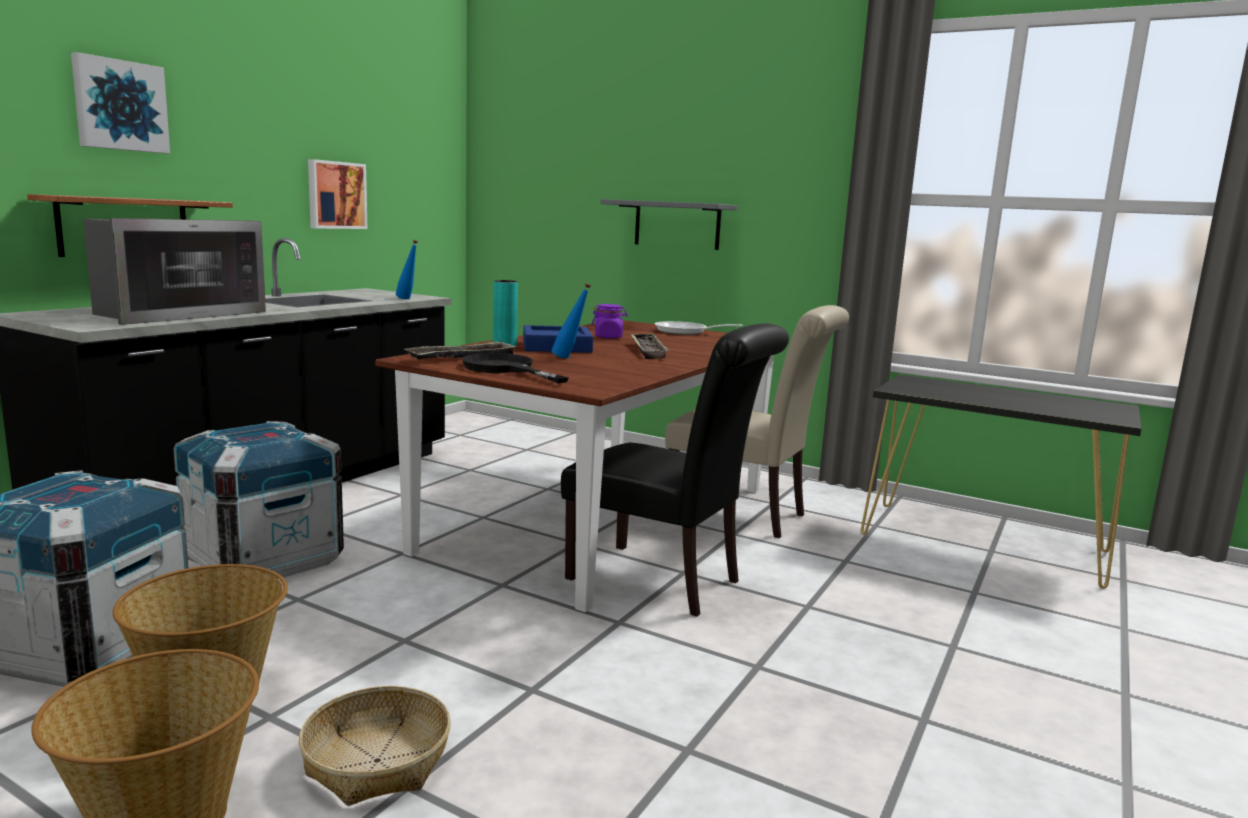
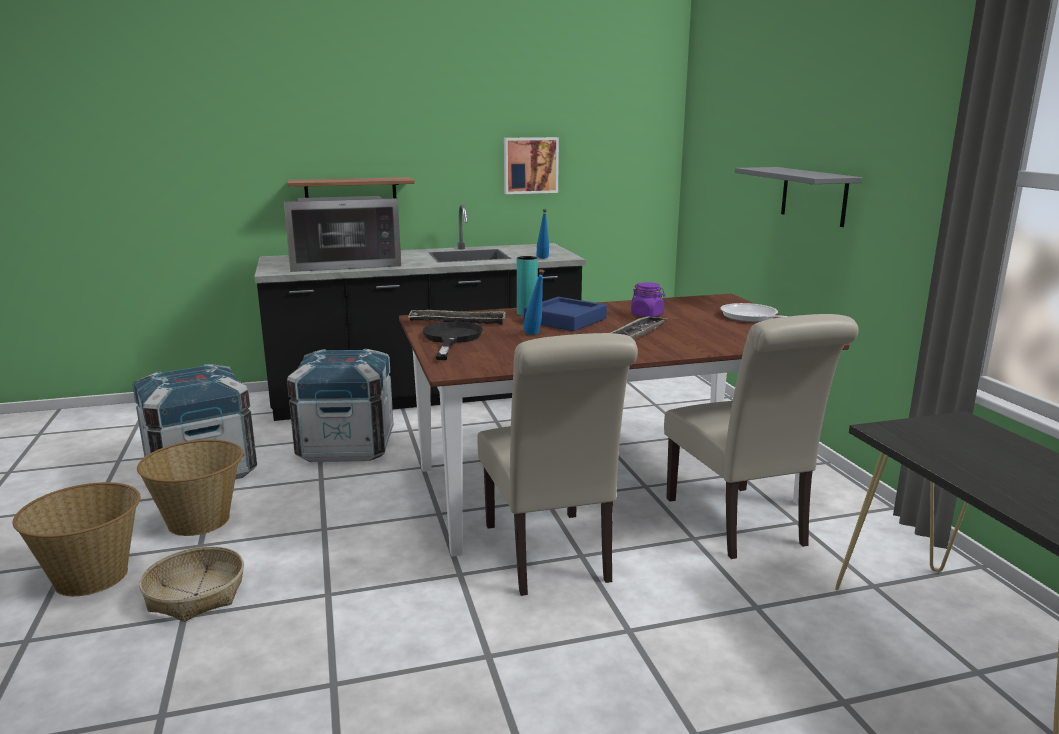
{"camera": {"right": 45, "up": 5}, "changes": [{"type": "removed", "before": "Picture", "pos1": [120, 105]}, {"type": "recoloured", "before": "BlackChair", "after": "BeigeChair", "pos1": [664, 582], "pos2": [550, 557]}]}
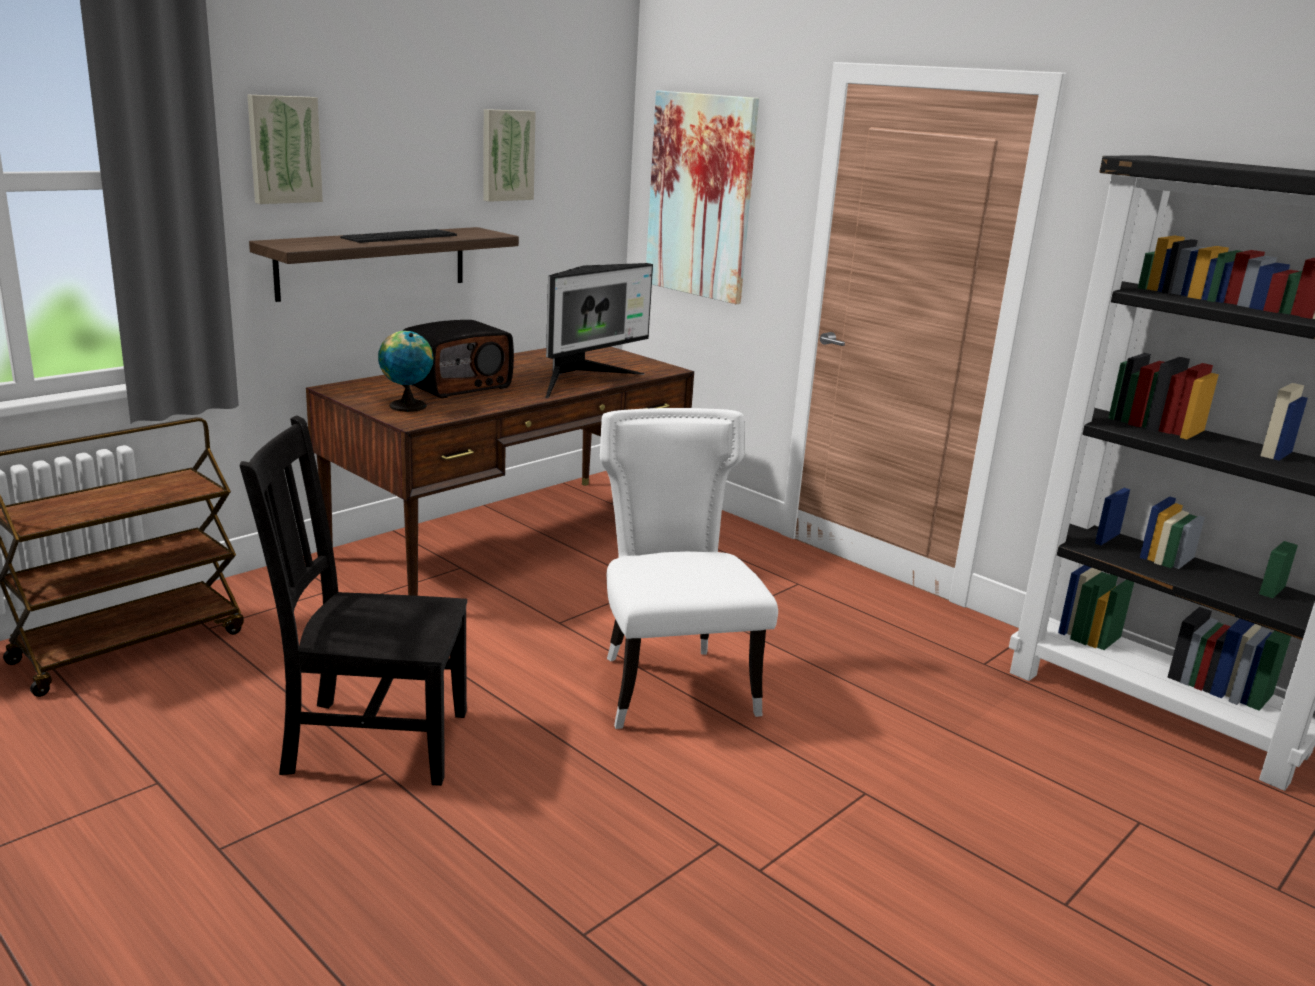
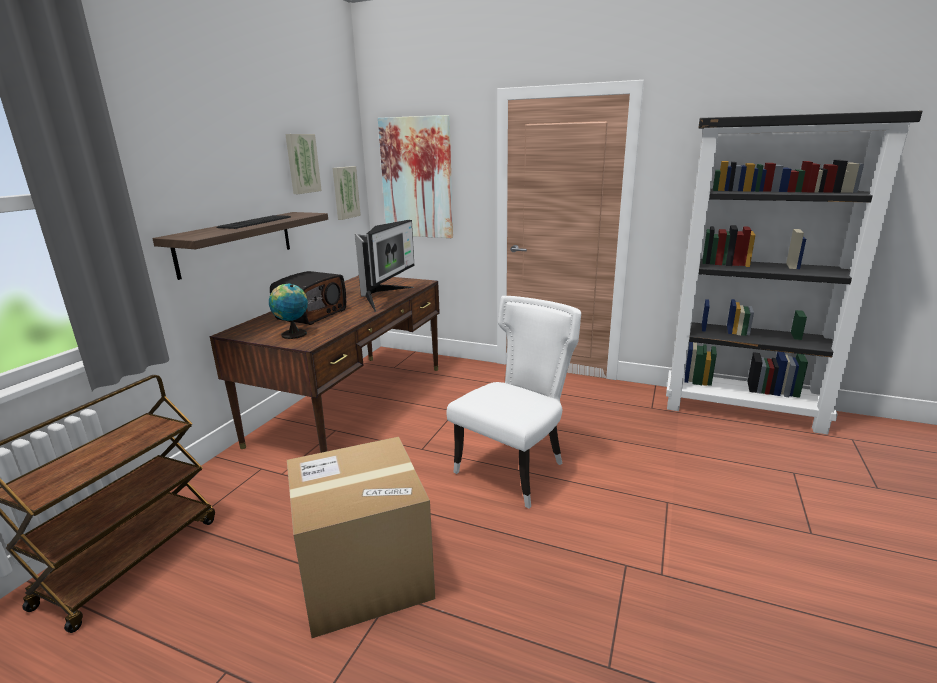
{"camera": {"right": -20, "up": 0}, "changes": [{"type": "moved", "before": "Picture", "pos1": [283, 149], "pos2": [345, 192]}, {"type": "turned", "before": "WhiteChair", "pos1": [672, 684], "pos2": [515, 468], "turn": 75}, {"type": "replaced", "before": "BlackChair", "after": "CardboardBox", "pos1": [370, 740], "pos2": [364, 573]}]}
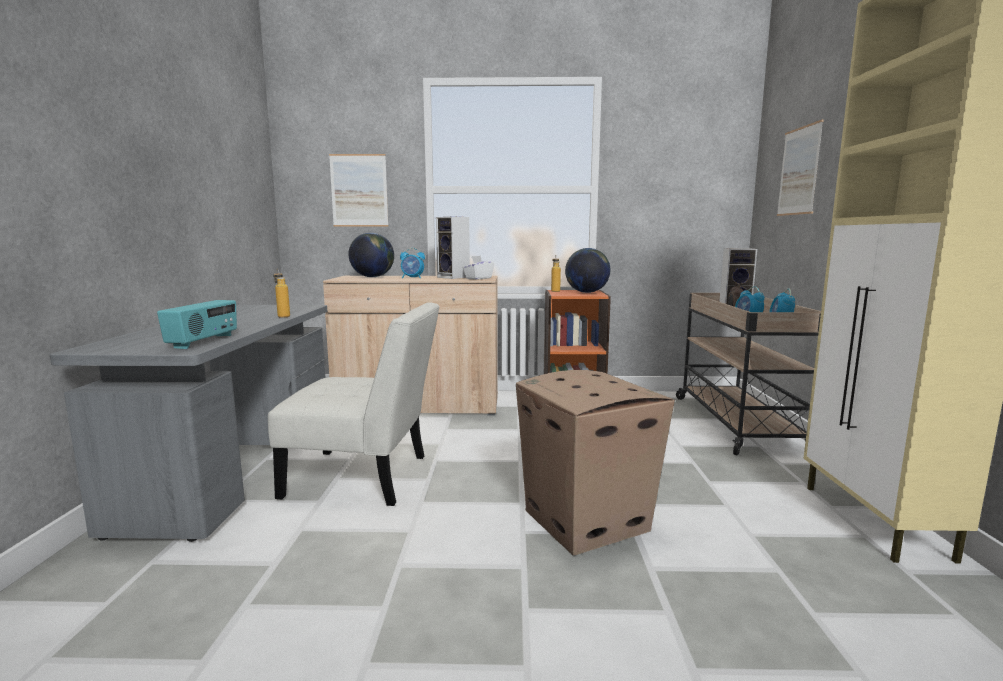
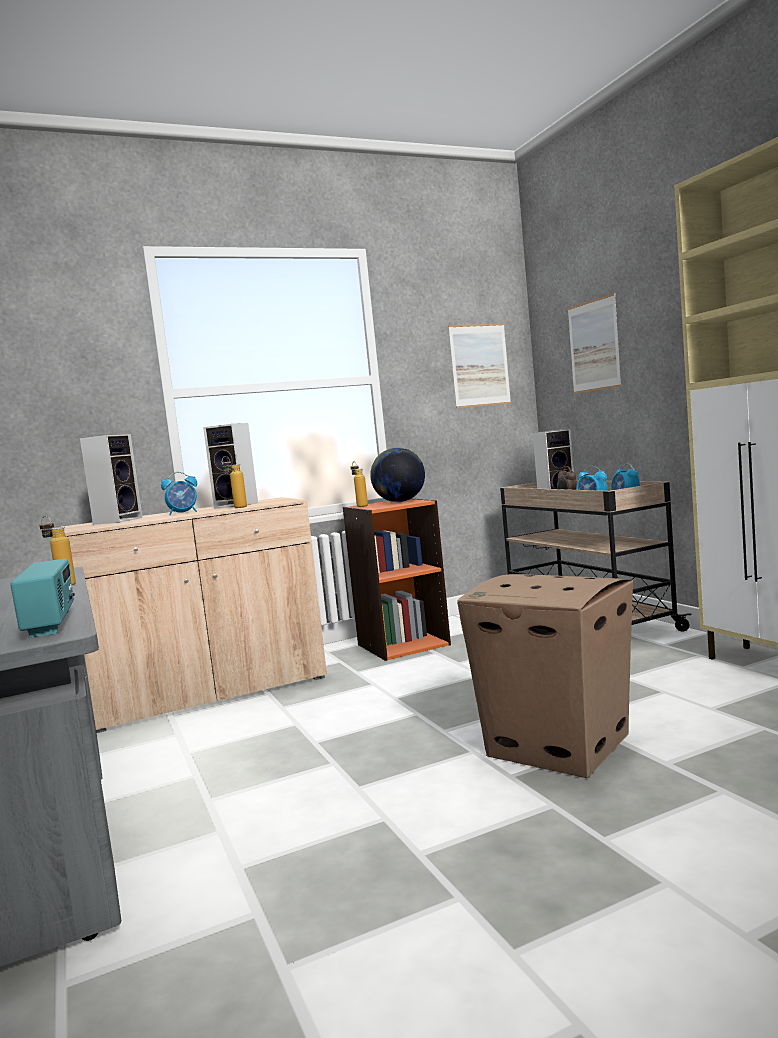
{"camera": {"right": -25, "up": -5}, "changes": [{"type": "moved", "before": "Picture", "pos1": [359, 190], "pos2": [480, 365]}, {"type": "replaced", "before": "Globe", "after": "Speaker", "pos1": [372, 277], "pos2": [118, 521]}, {"type": "removed", "before": "WhiteTissueBox", "pos1": [478, 278]}, {"type": "removed", "before": "WhiteChair", "pos1": [365, 477]}, {"type": "added", "after": "Bottle", "pos2": [236, 508]}]}
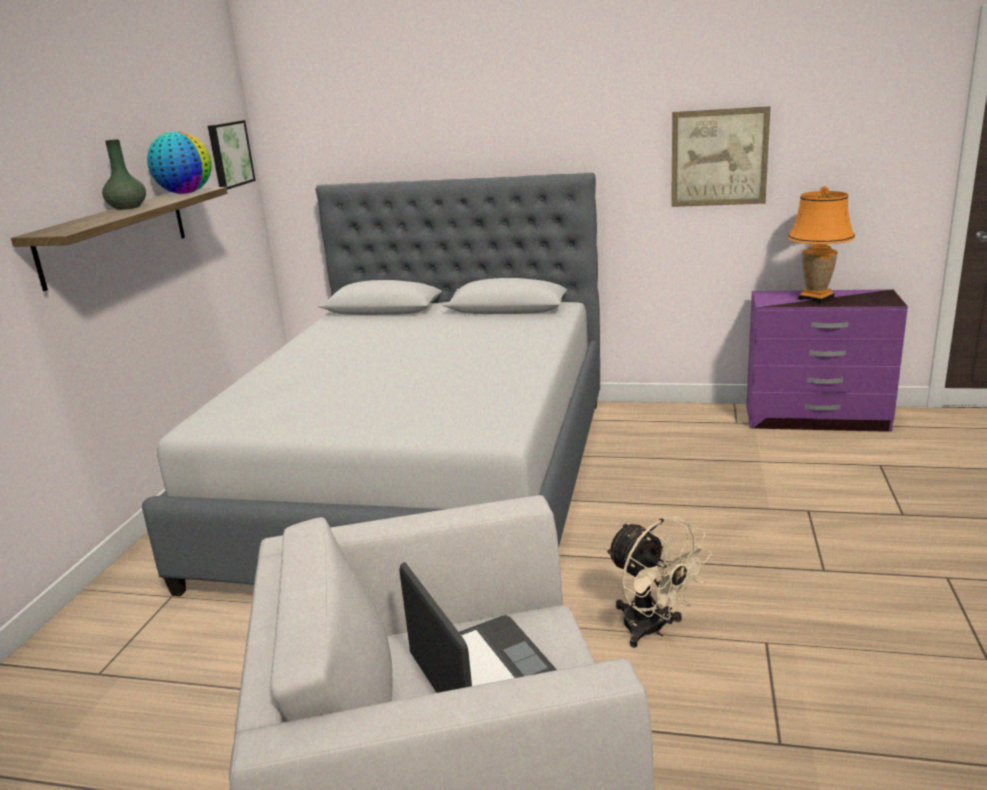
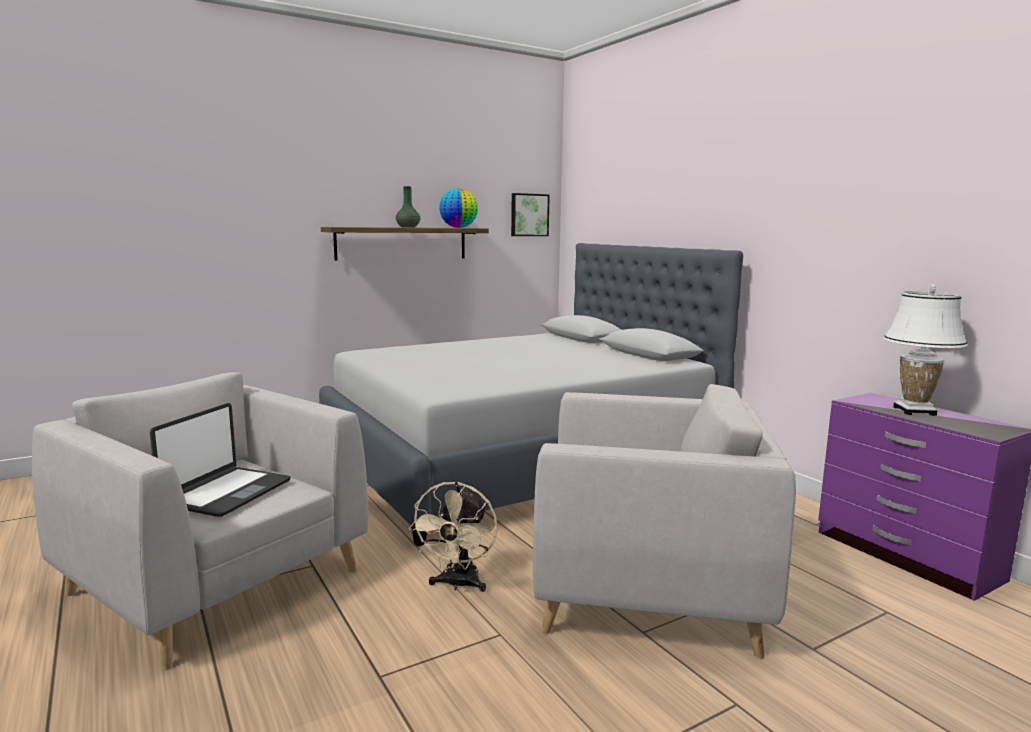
{"camera": {"right": 45, "up": -10}, "changes": [{"type": "removed", "before": "Picture", "pos1": [719, 157]}, {"type": "recoloured", "before": "OrangeTableLamp", "after": "WhiteTableLamp", "pos1": [815, 298], "pos2": [914, 411]}, {"type": "added", "after": "GreyArmchair", "pos2": [648, 585]}]}
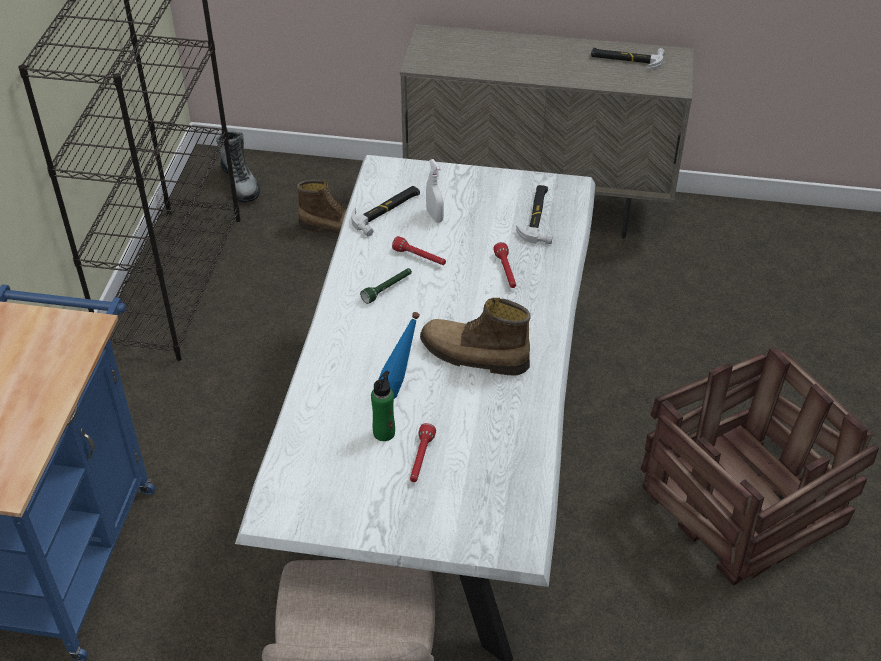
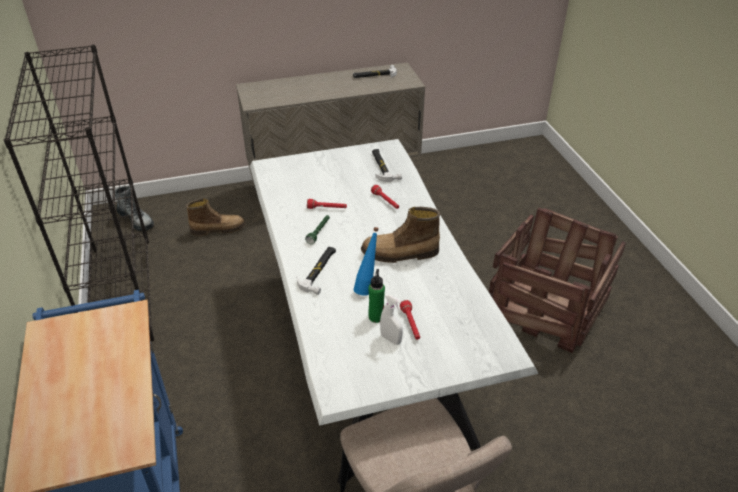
{"camera": {"right": -25, "up": -5}, "changes": [{"type": "moved", "before": "WhiteSprayBottle", "pos1": [434, 216], "pos2": [391, 339]}, {"type": "moved", "before": "Hammer", "pos1": [387, 211], "pos2": [319, 271]}]}
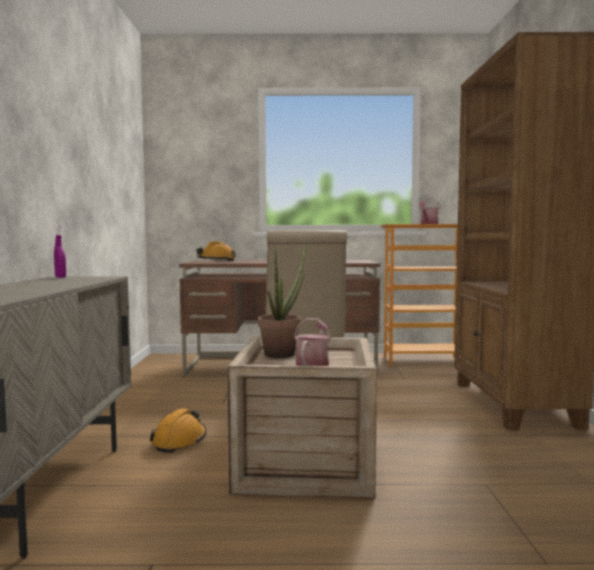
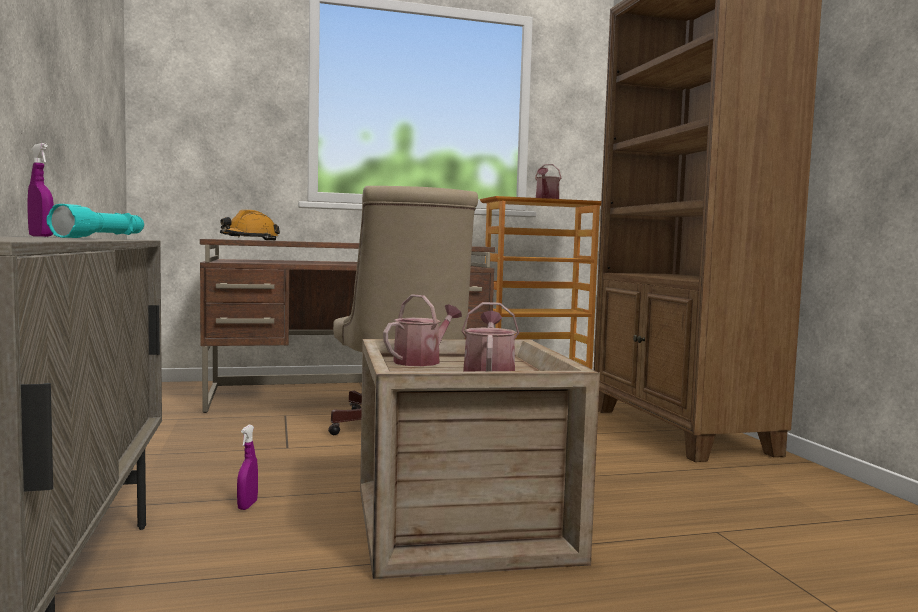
{"camera": {"right": -15, "up": 0}, "changes": [{"type": "replaced", "before": "PottedPlant", "after": "WateringCan", "pos1": [283, 353], "pos2": [421, 361]}, {"type": "replaced", "before": "OrangeHardHat", "after": "PurpleSprayBottle", "pos1": [179, 441], "pos2": [247, 505]}, {"type": "added", "after": "TurquoiseFlashlight", "pos2": [103, 238]}]}
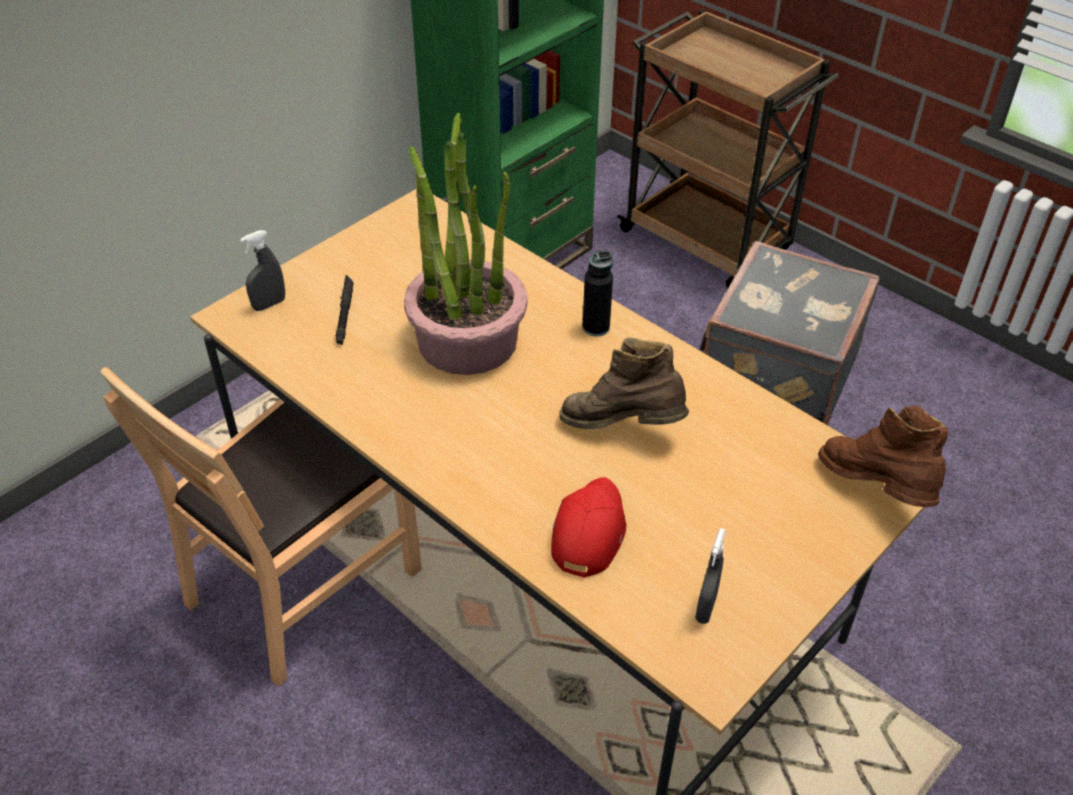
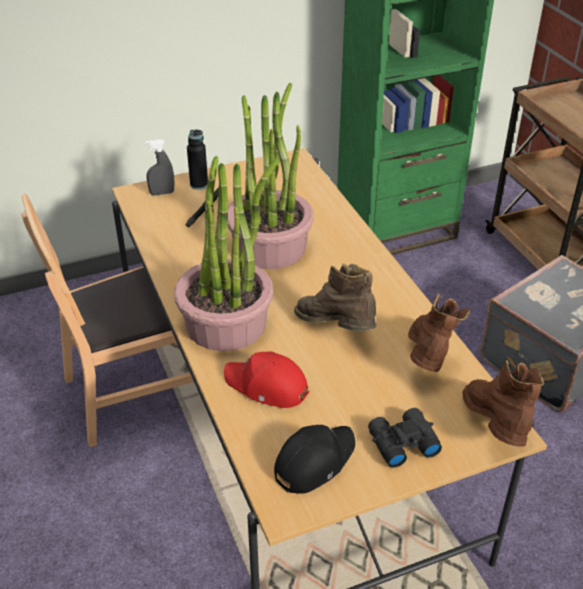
{"camera": {"right": 25, "up": -5}, "changes": [{"type": "moved", "before": "BlackBottle", "pos1": [596, 327], "pos2": [199, 185]}, {"type": "turned", "before": "RedCap", "pos1": [588, 532], "pos2": [266, 386], "turn": -105}, {"type": "replaced", "before": "GreySprayBottle", "after": "BlackCap", "pos1": [705, 608], "pos2": [313, 461]}, {"type": "added", "after": "PottedPlant", "pos2": [227, 323]}, {"type": "added", "after": "BrownBoot", "pos2": [428, 360]}, {"type": "added", "after": "BlackBinoculars", "pos2": [401, 443]}]}
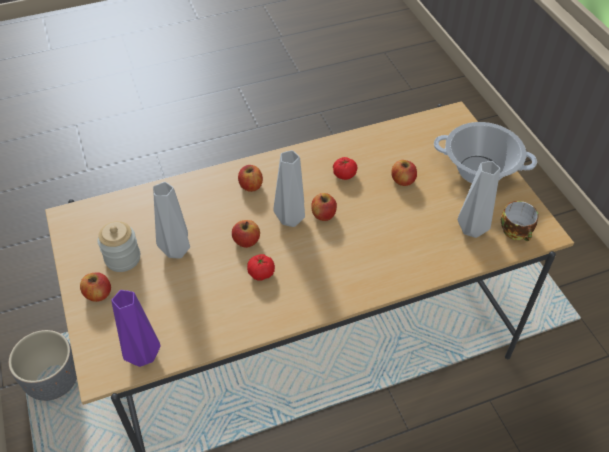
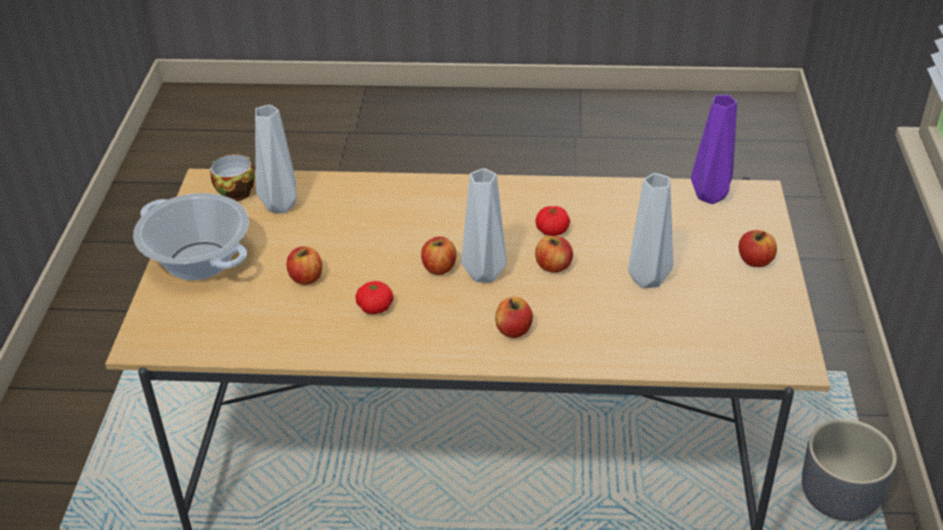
{"camera": {"right": -155, "up": -10}, "changes": [{"type": "removed", "before": "Jar", "pos1": [123, 258]}]}
